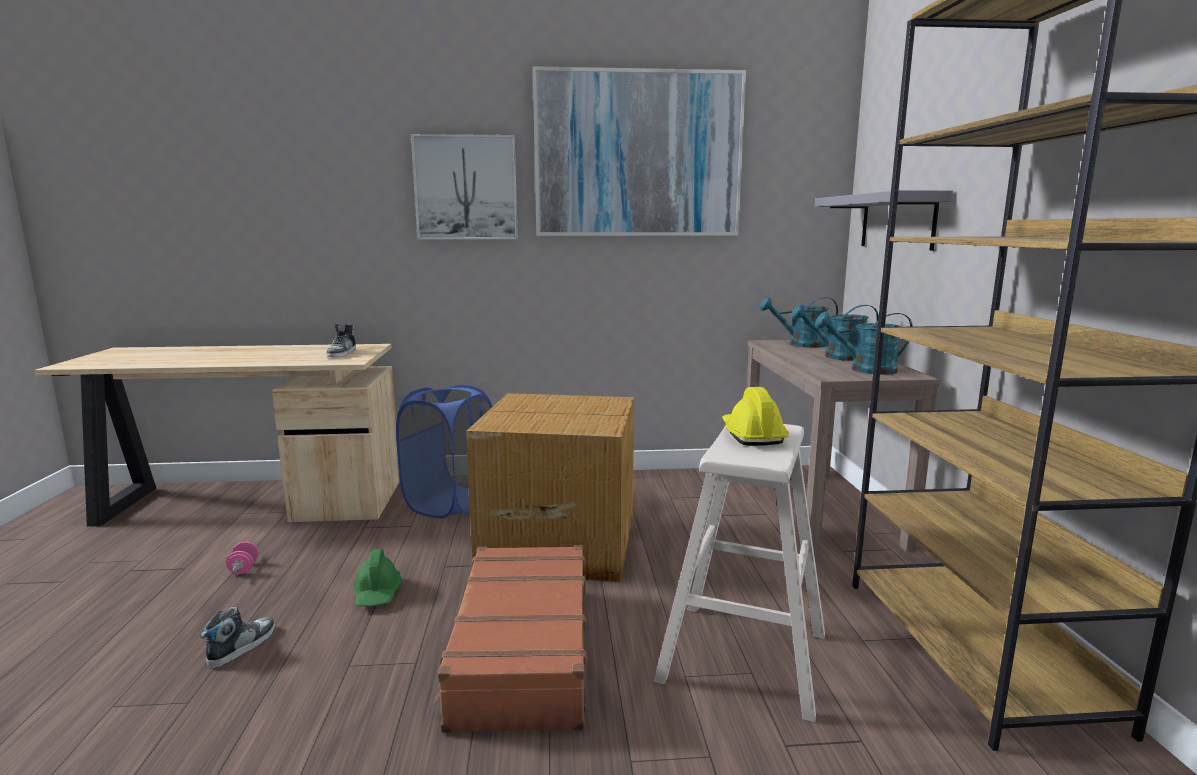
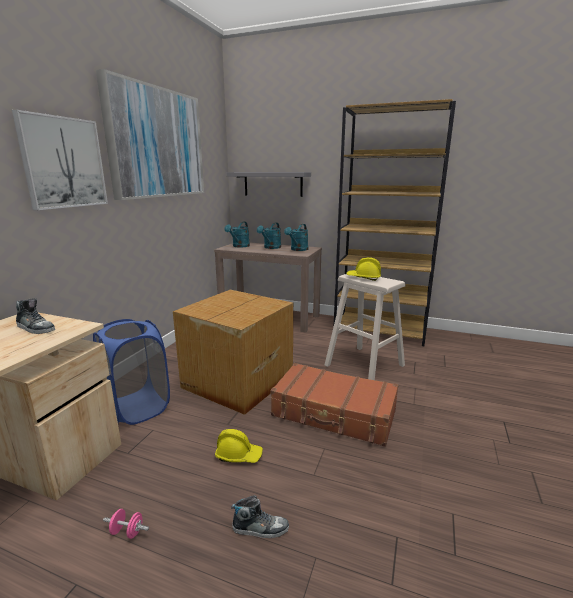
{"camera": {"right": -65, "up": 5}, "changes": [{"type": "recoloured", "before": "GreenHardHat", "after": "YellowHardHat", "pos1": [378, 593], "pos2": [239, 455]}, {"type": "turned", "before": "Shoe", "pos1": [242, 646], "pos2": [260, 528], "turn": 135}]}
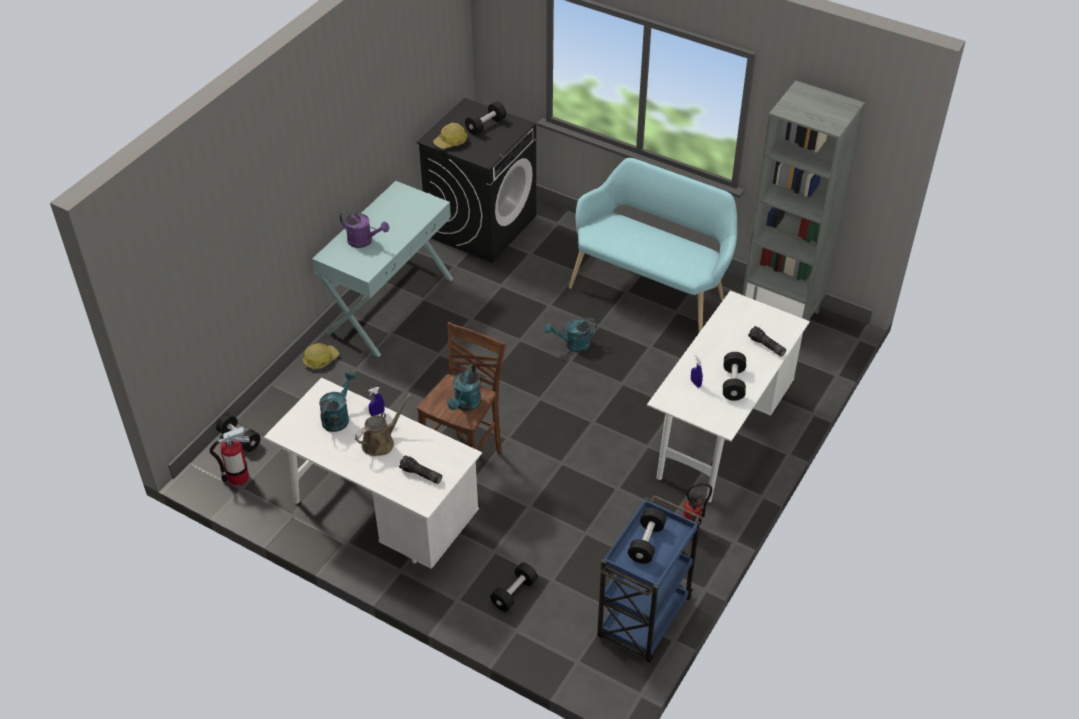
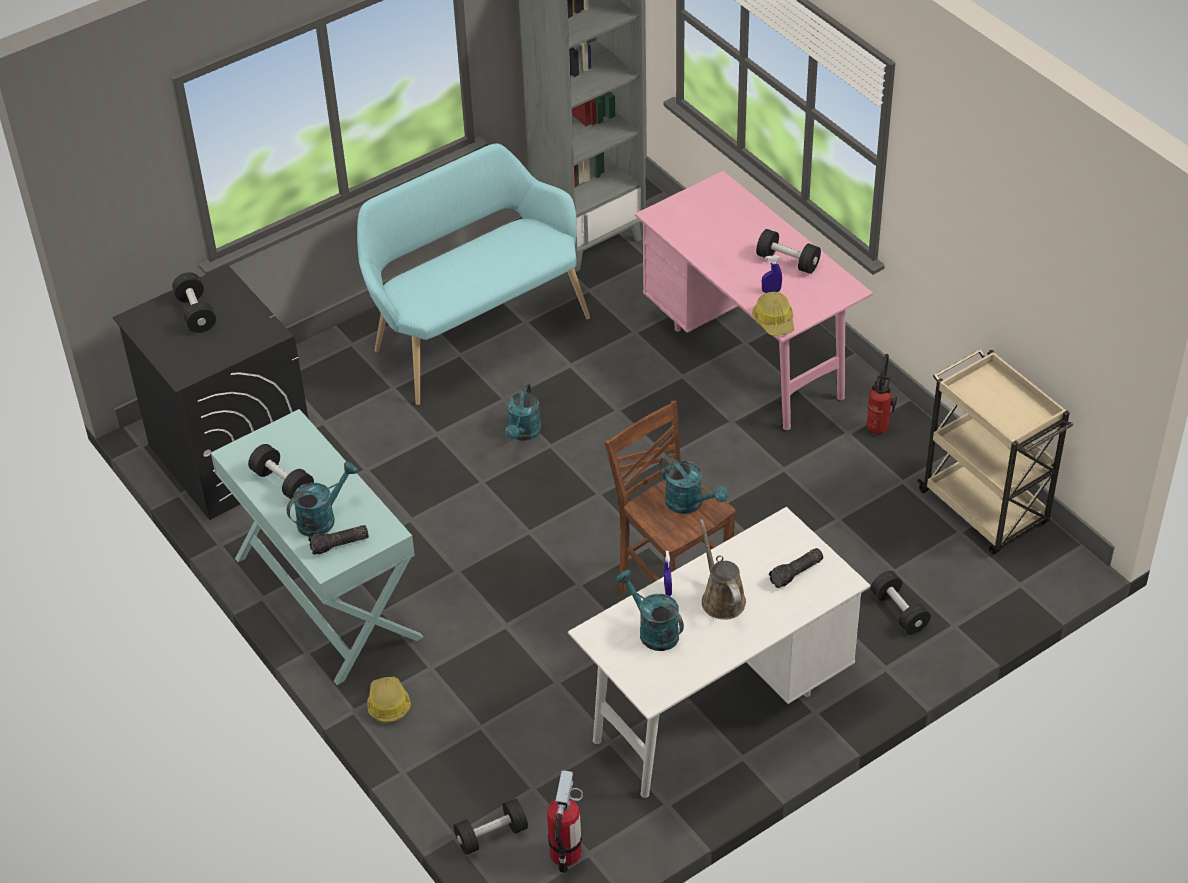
{"camera": {"right": -65, "up": 0}, "changes": [{"type": "moved", "before": "HardHat", "pos1": [451, 142], "pos2": [774, 320]}, {"type": "recoloured", "before": "PurpleWateringCan", "after": "TurquoiseWateringCan", "pos1": [364, 241], "pos2": [322, 518]}, {"type": "recoloured", "before": "WhiteDesk", "after": "PinkDesk", "pos1": [720, 435], "pos2": [748, 354]}, {"type": "moved", "before": "Flashlight", "pos1": [766, 346], "pos2": [339, 545]}, {"type": "recoloured", "before": "BlueCart", "after": "BeigeCart", "pos1": [643, 619], "pos2": [985, 509]}, {"type": "moved", "before": "BlackDumbbell", "pos1": [646, 543], "pos2": [283, 483]}]}
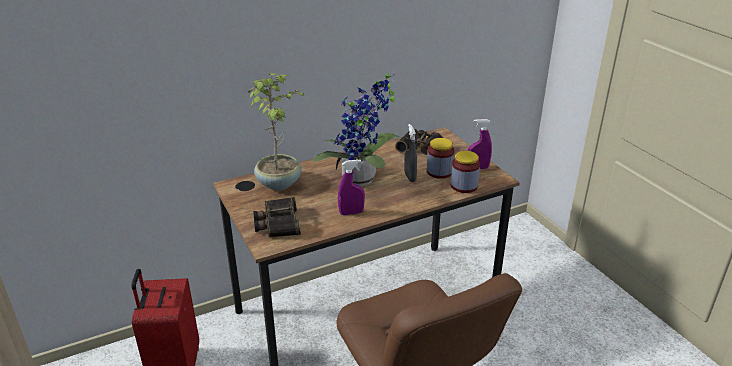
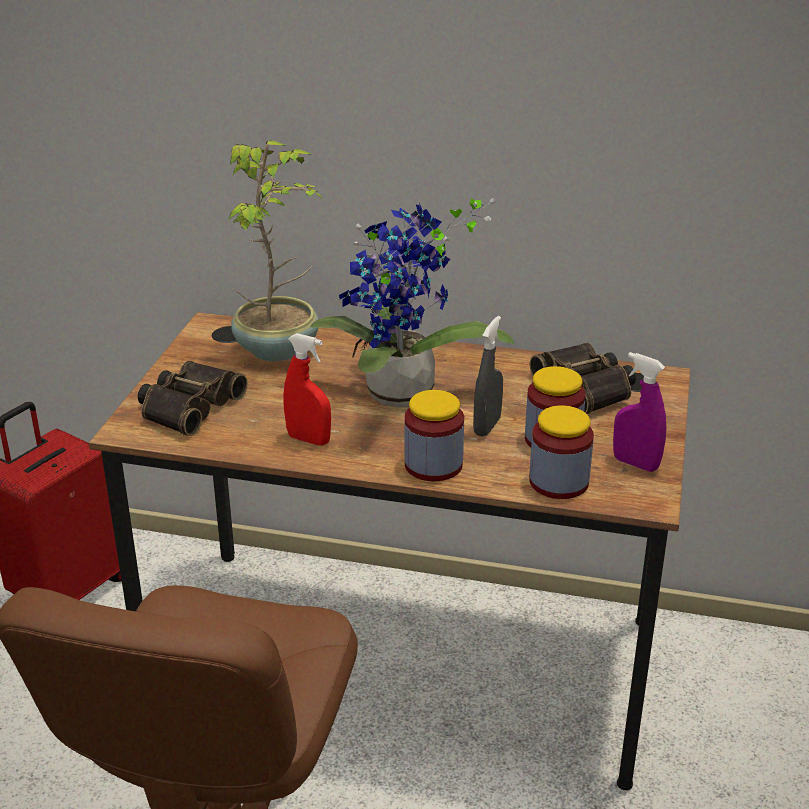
{"camera": {"right": 40, "up": 0}, "changes": [{"type": "recoloured", "before": "PurpleSprayBottle", "after": "RedSprayBottle", "pos1": [351, 213], "pos2": [308, 439]}, {"type": "added", "after": "Jar", "pos2": [433, 465]}]}
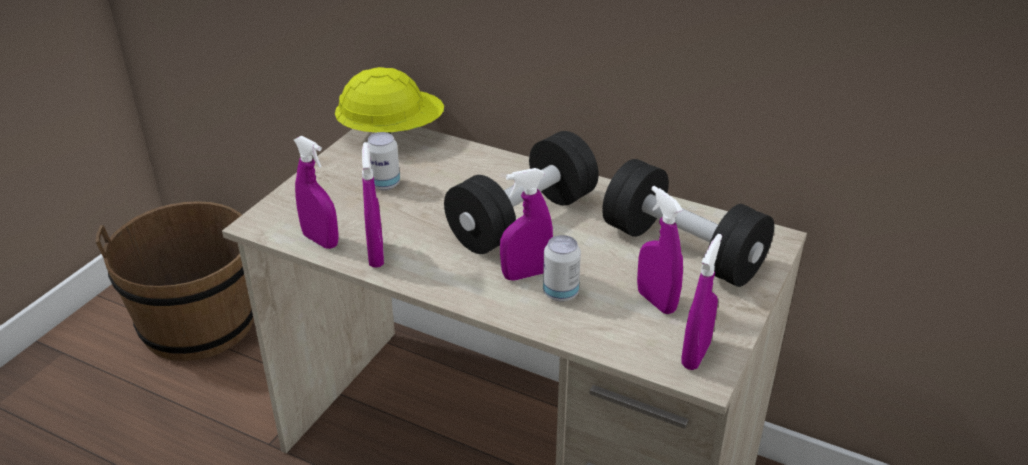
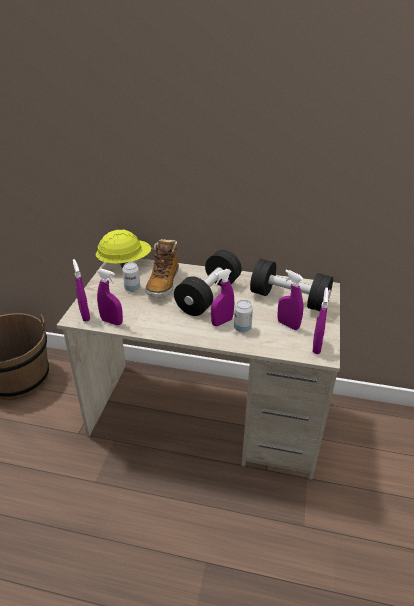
{"camera": {"right": -15, "up": 0}, "changes": [{"type": "moved", "before": "PurpleSprayBottle", "pos1": [376, 255], "pos2": [85, 315]}, {"type": "added", "after": "Boot", "pos2": [163, 283]}]}
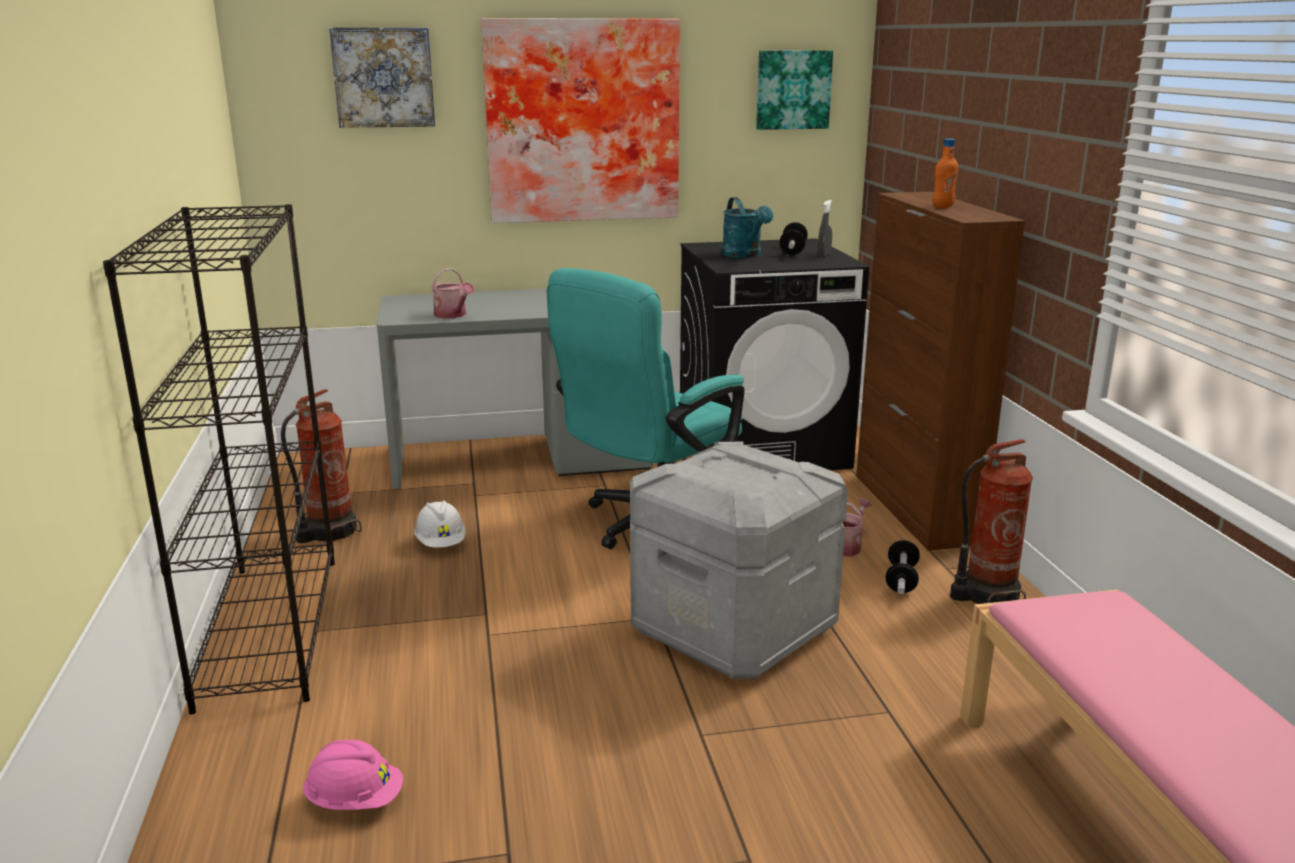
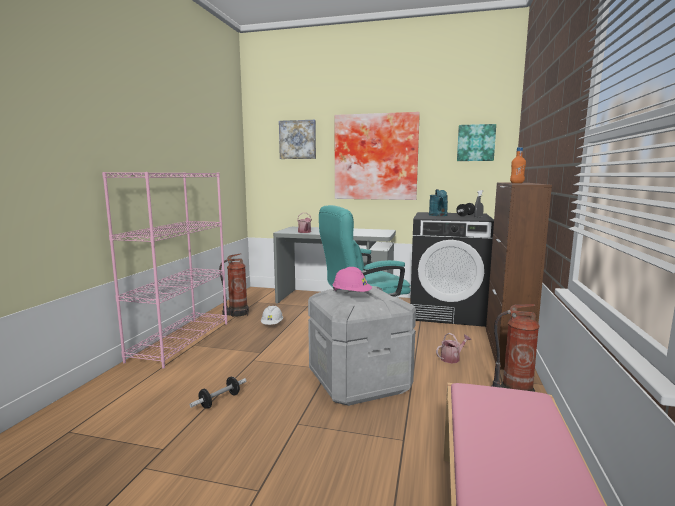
{"camera": {"right": 25, "up": -10}, "changes": [{"type": "recoloured", "before": "BlackBookcase", "after": "PinkBookcase", "pos1": [270, 628], "pos2": [181, 341]}, {"type": "moved", "before": "Dumbbell", "pos1": [901, 580], "pos2": [220, 400]}, {"type": "moved", "before": "PinkHardHat", "pos1": [355, 800], "pos2": [351, 294]}]}
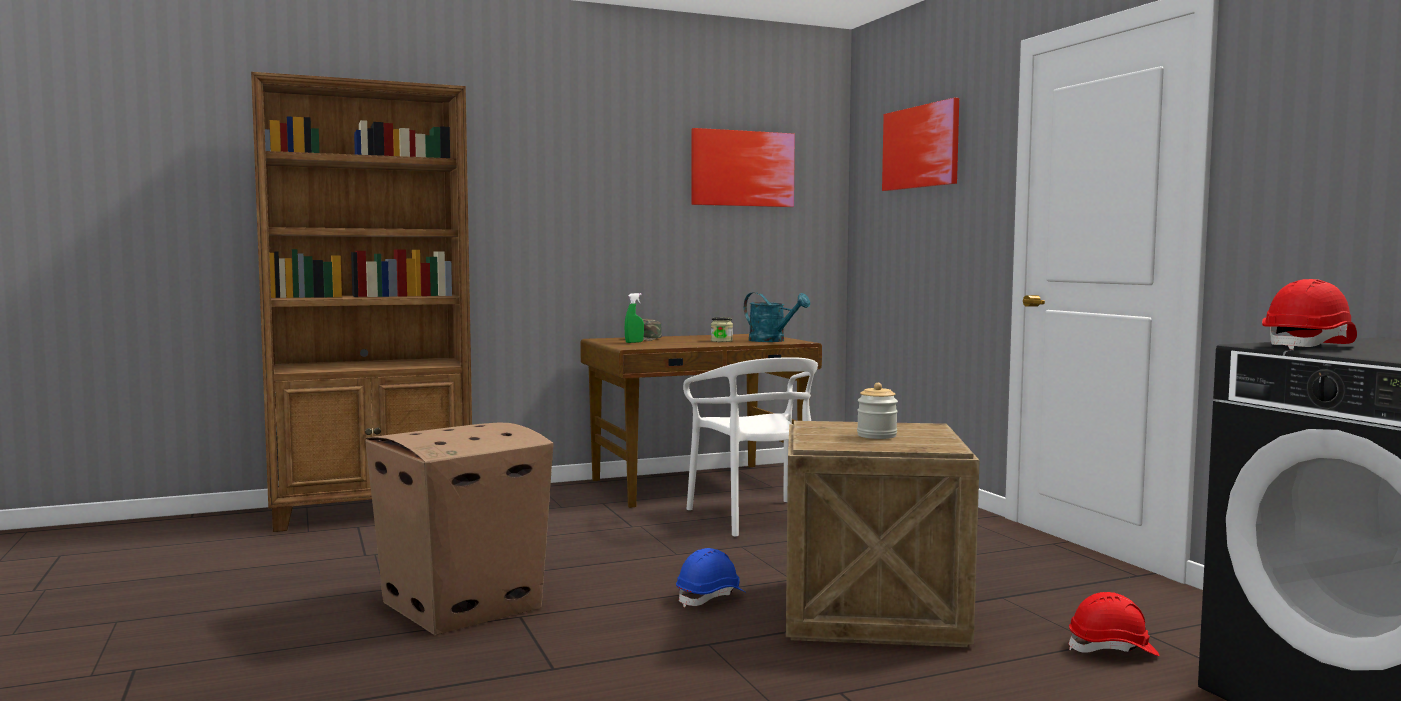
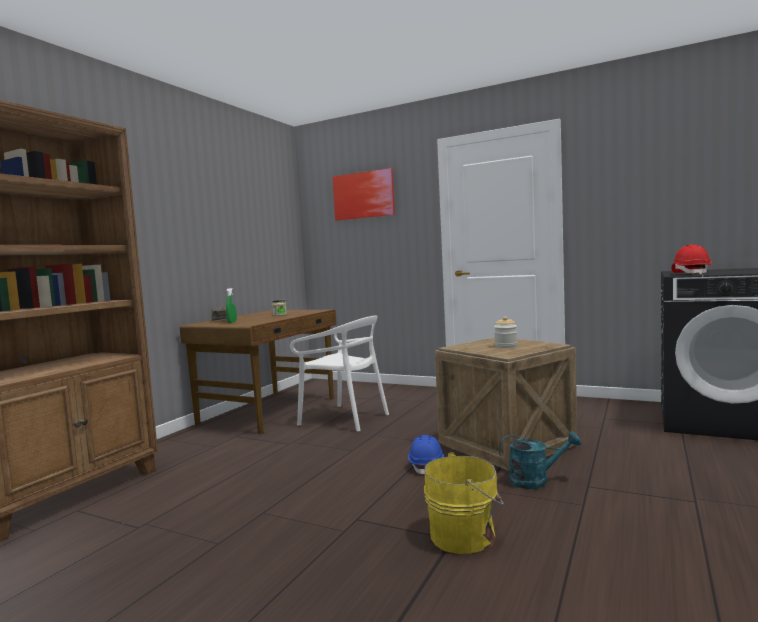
{"camera": {"right": -40, "up": 0}, "changes": [{"type": "removed", "before": "Picture", "pos1": [742, 168]}, {"type": "moved", "before": "TurquoiseWateringCan", "pos1": [772, 341], "pos2": [535, 481]}, {"type": "removed", "before": "CardboardBox", "pos1": [459, 606]}, {"type": "removed", "before": "RedHardHat", "pos1": [1112, 650]}, {"type": "added", "after": "YellowBucket", "pos2": [465, 535]}]}
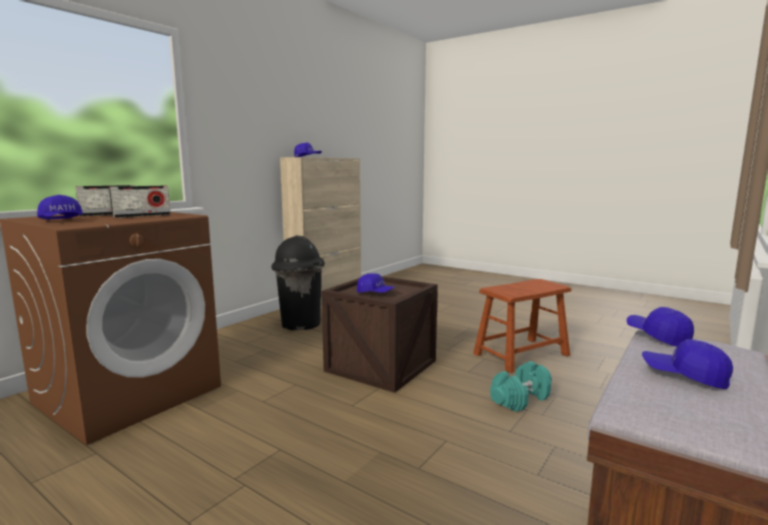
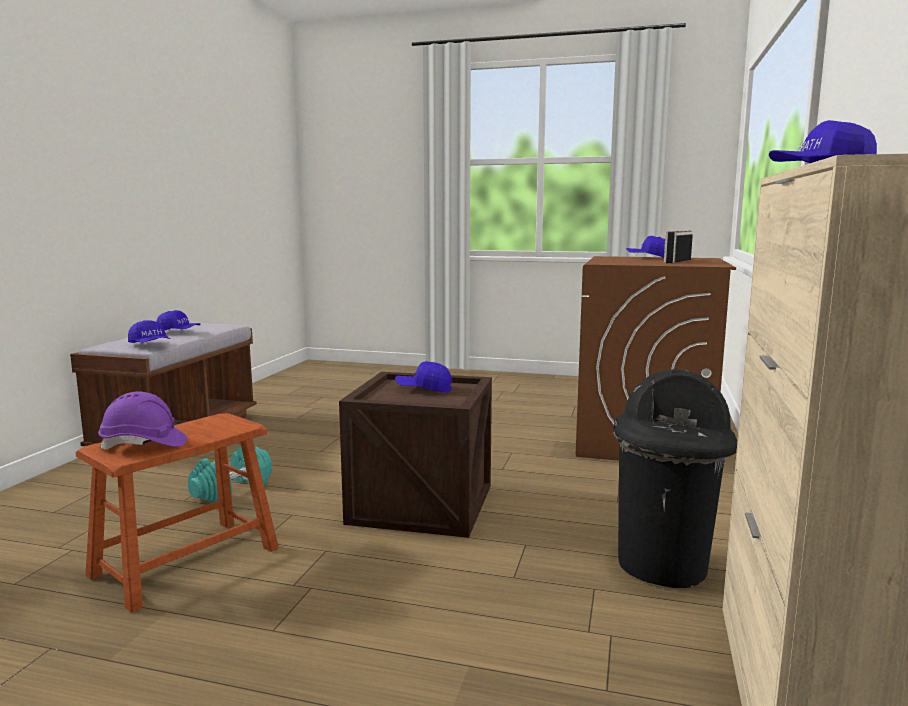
{"camera": {"right": 160, "up": 0}, "changes": [{"type": "removed", "before": "Radio", "pos1": [142, 216]}, {"type": "added", "after": "PurpleHardHat", "pos2": [144, 445]}]}
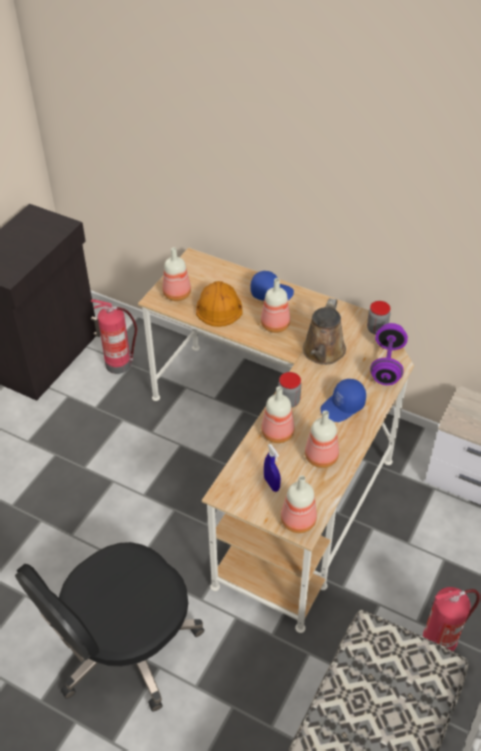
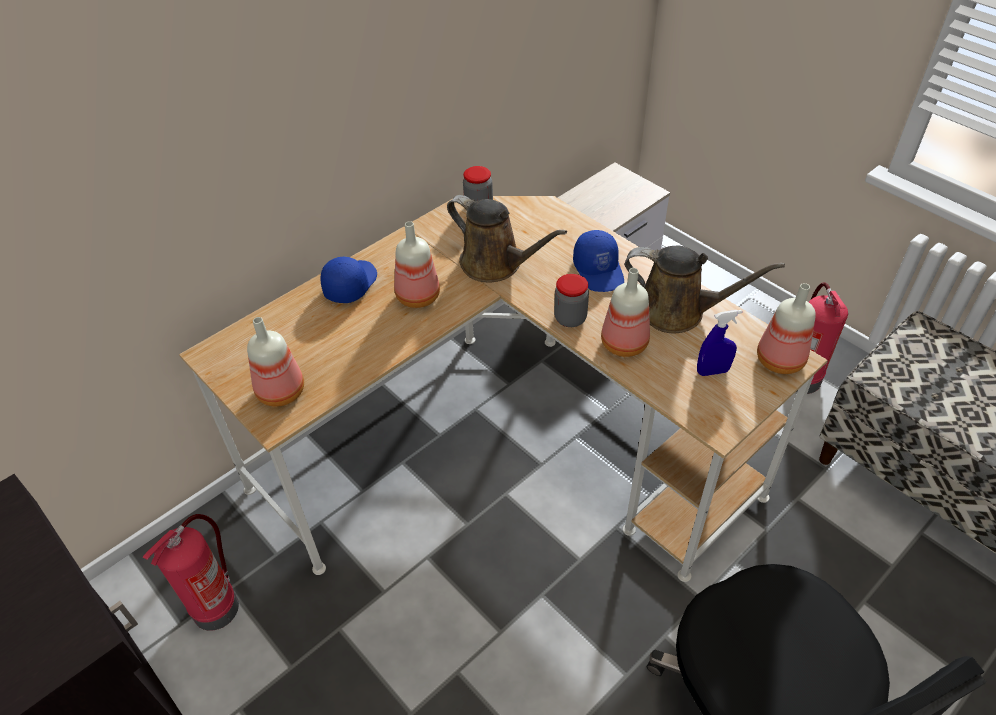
{"camera": {"right": -70, "up": 0}, "changes": [{"type": "removed", "before": "OrangeHardHat", "pos1": [218, 305]}, {"type": "removed", "before": "PurpleDumbbell", "pos1": [387, 364]}, {"type": "replaced", "before": "Bottle", "after": "BrownWateringCan", "pos1": [322, 456], "pos2": [677, 311]}]}
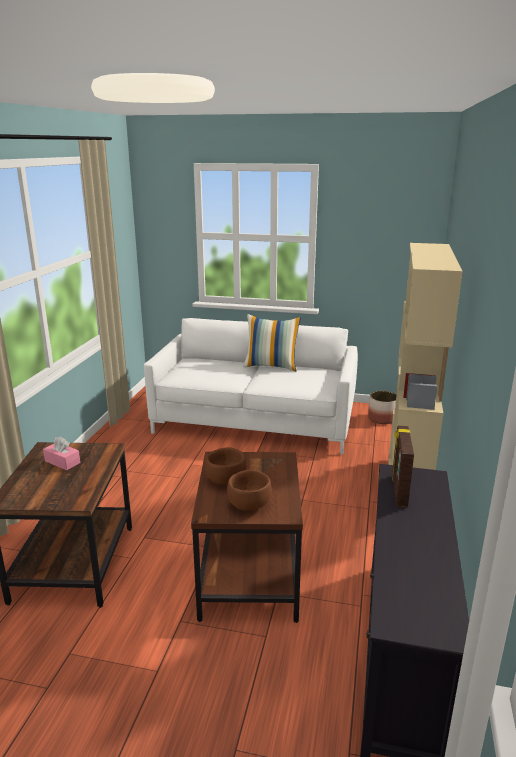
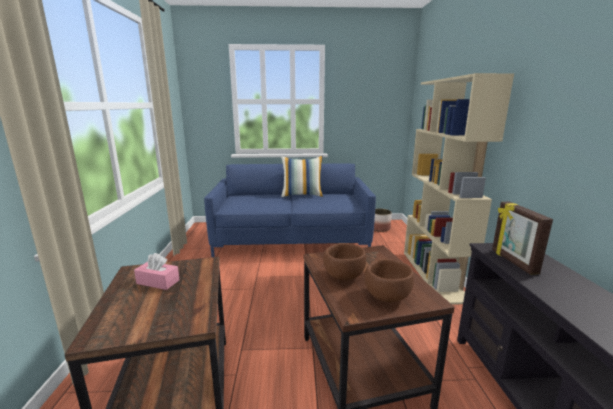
{"camera": {"right": -15, "up": -5}, "changes": [{"type": "recoloured", "before": "WhiteSofa", "after": "BlueSofa", "pos1": [255, 422], "pos2": [292, 239]}]}
